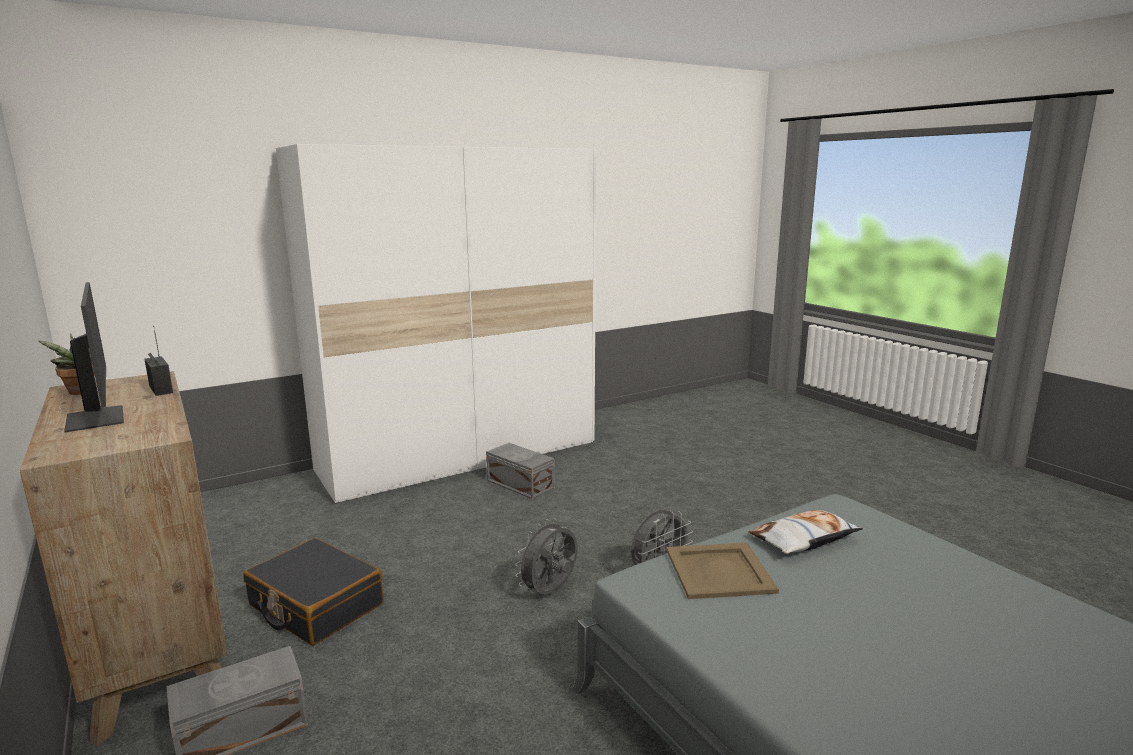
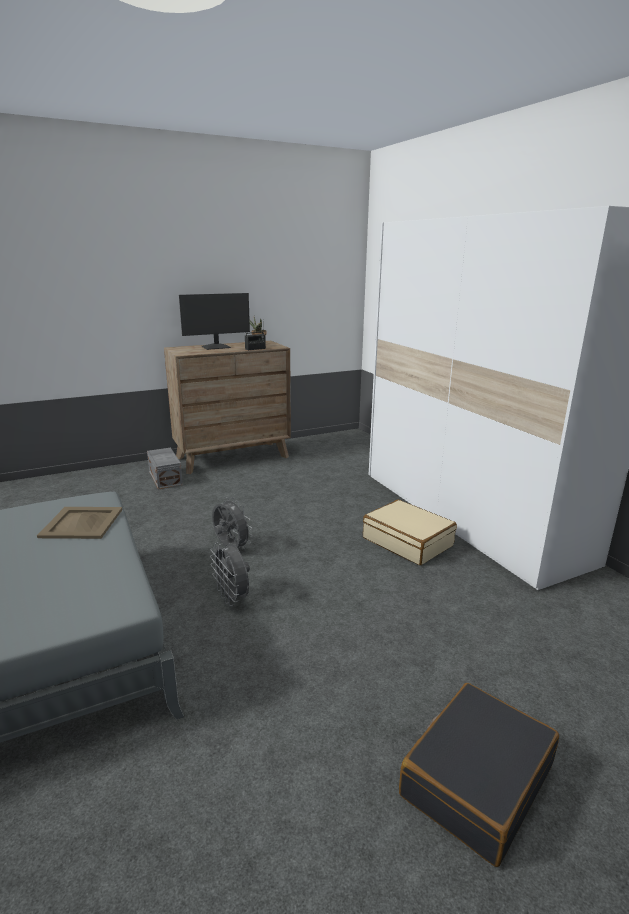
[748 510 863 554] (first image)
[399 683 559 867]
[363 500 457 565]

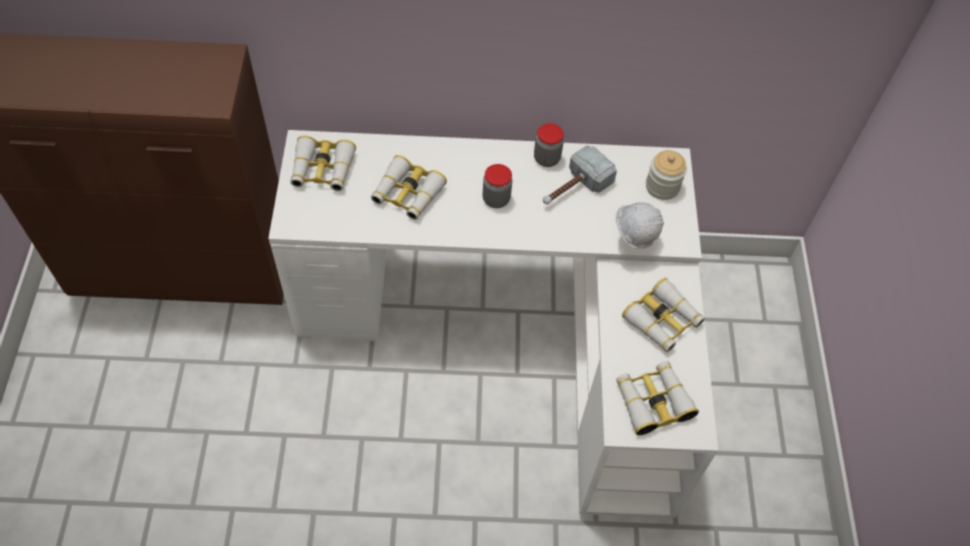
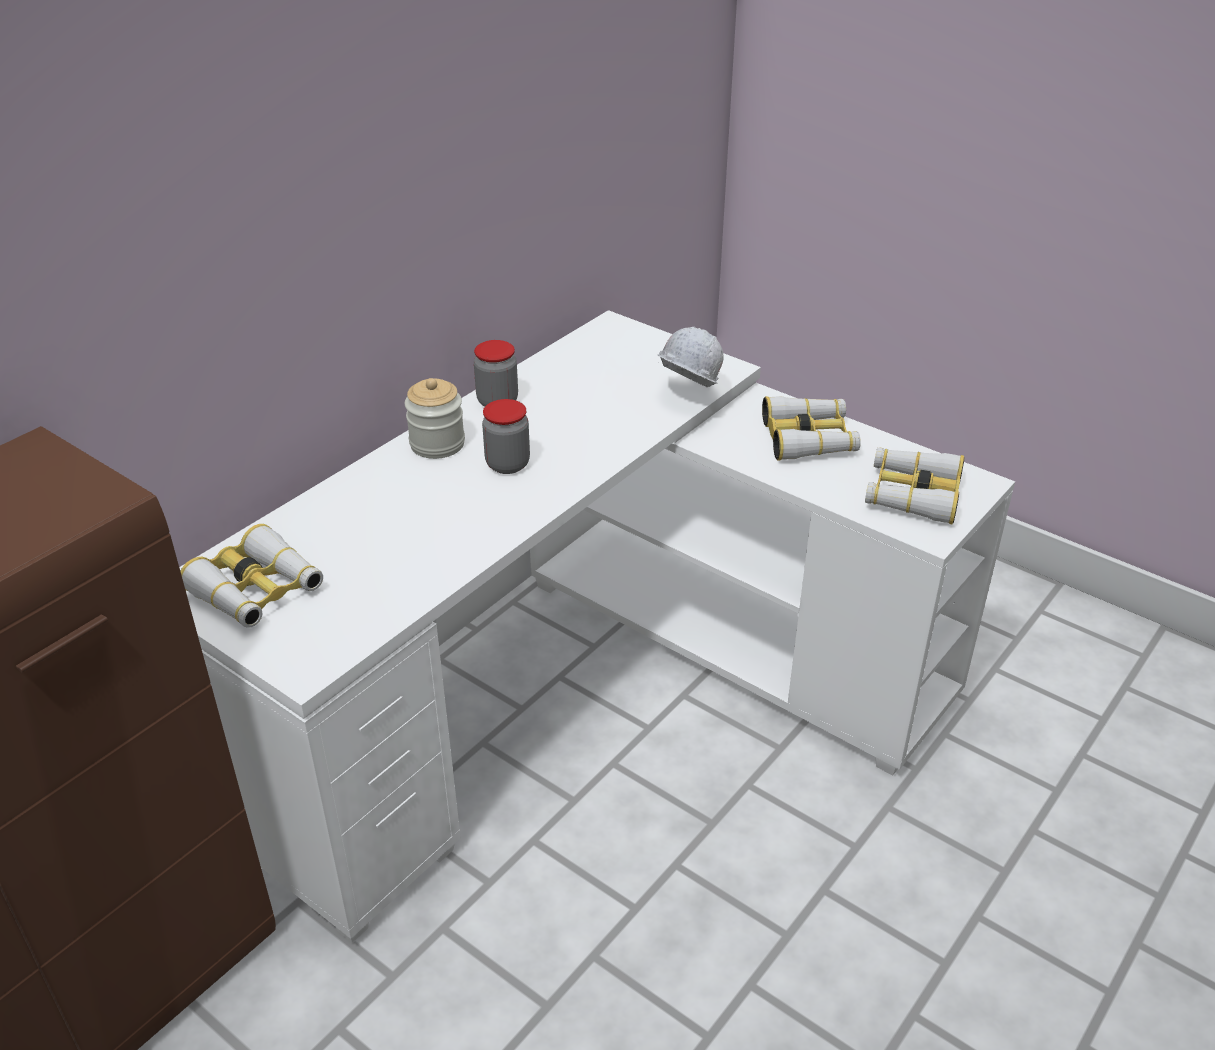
[371 155 447 220] (first image)
[543 145 617 205] (first image)
[405 378 465 459]

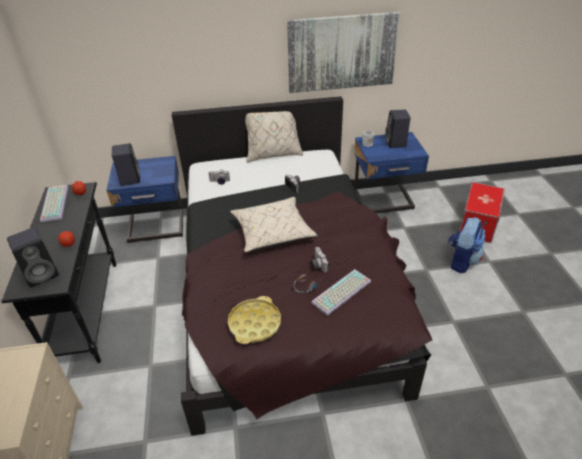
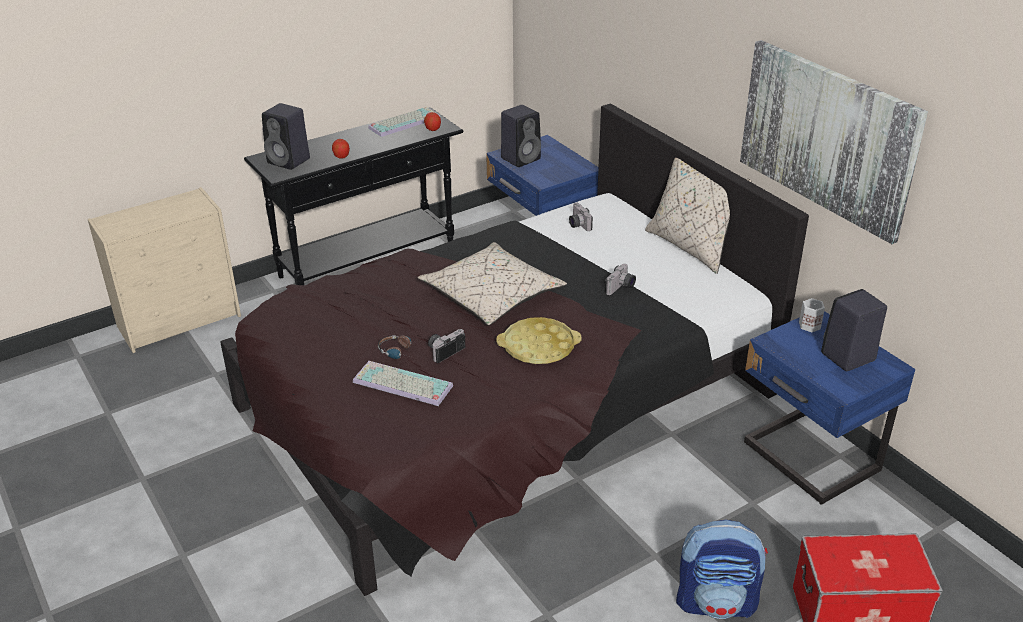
[496 317 582 364]

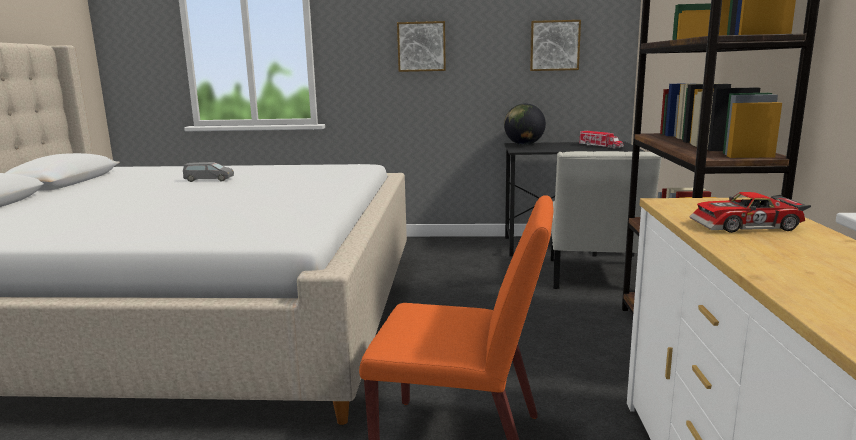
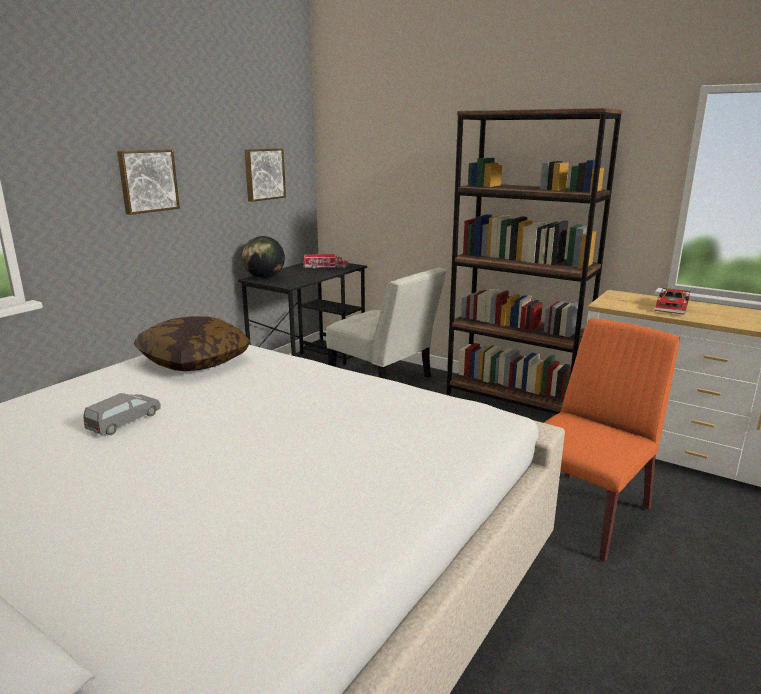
[134 316 251 371]

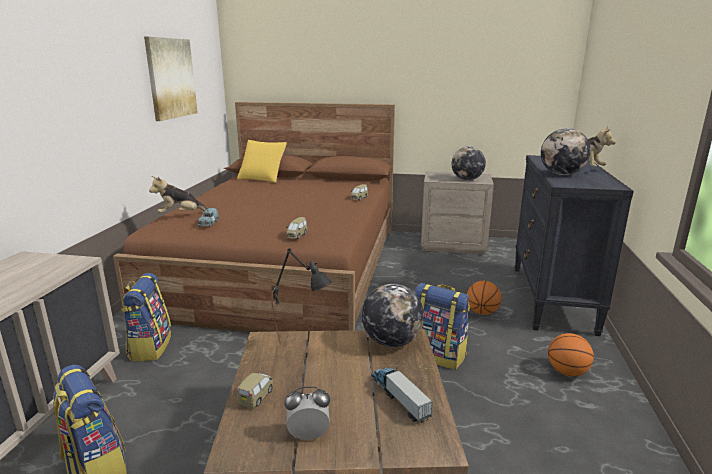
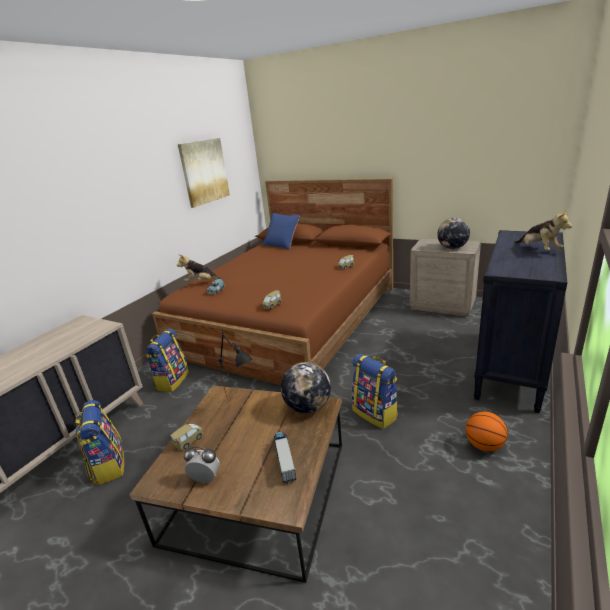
[467 281 502 315] (first image)
[541 128 591 175] (first image)
[263 213 300 250]

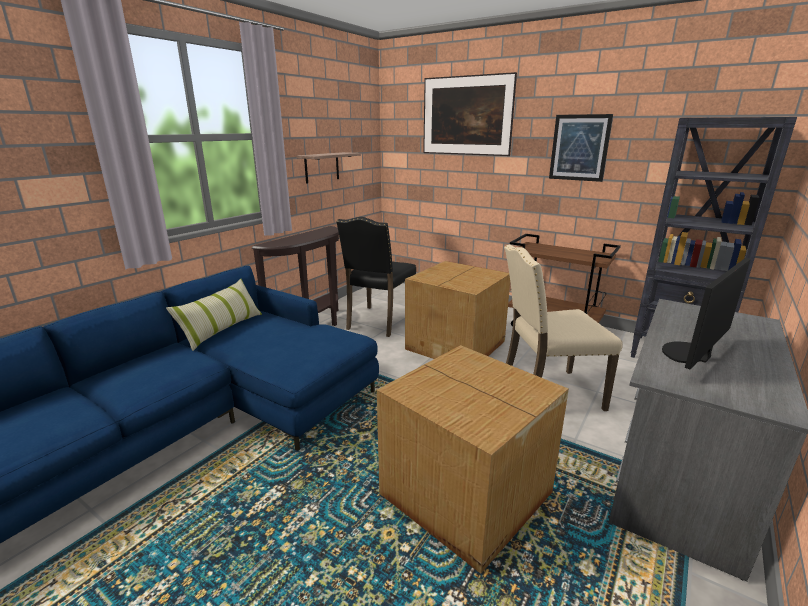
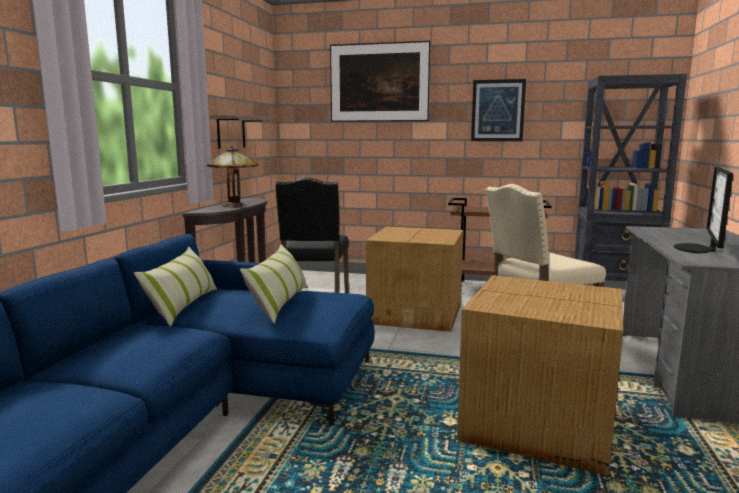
[207 146 258 207]
[240 244 308 324]

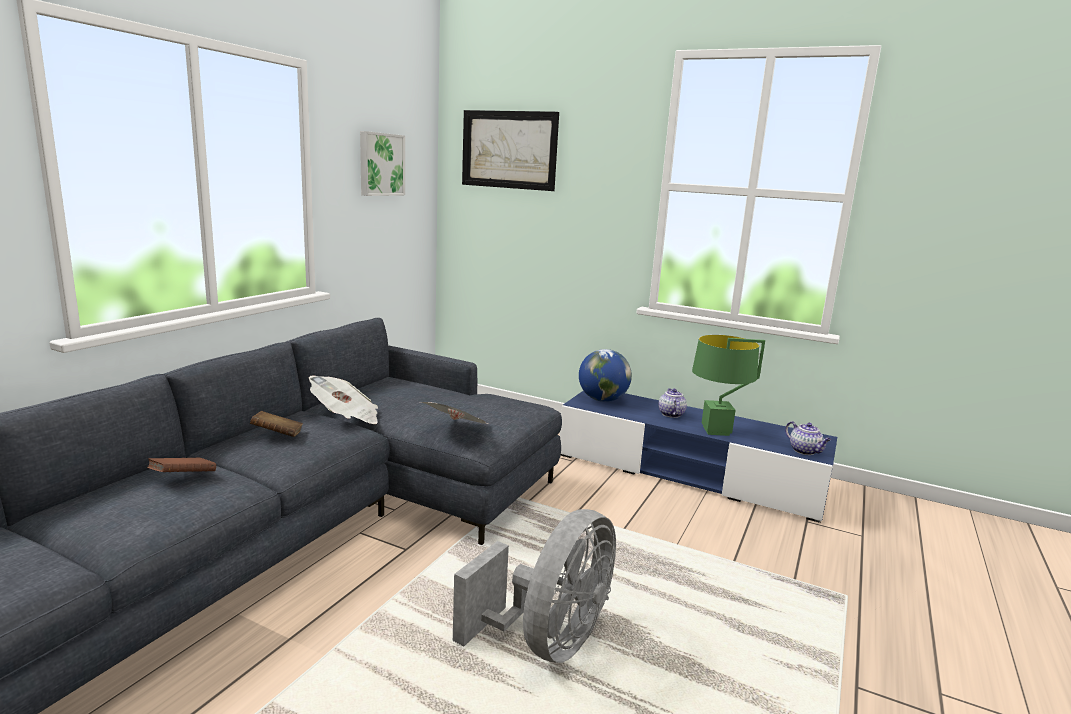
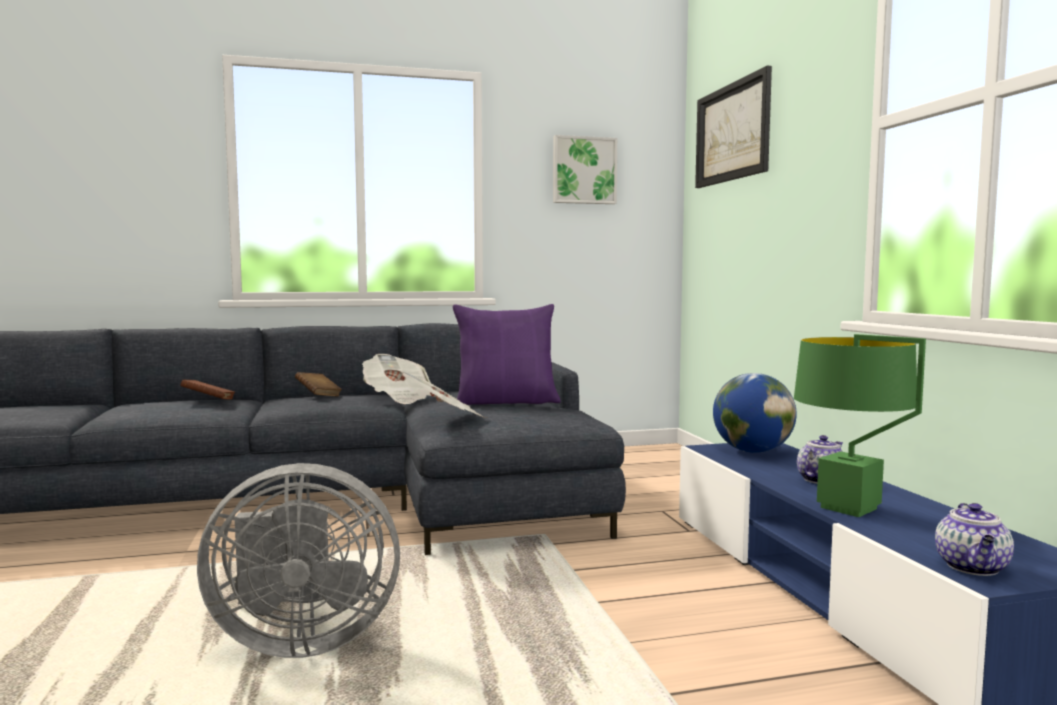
[453 304 561 405]

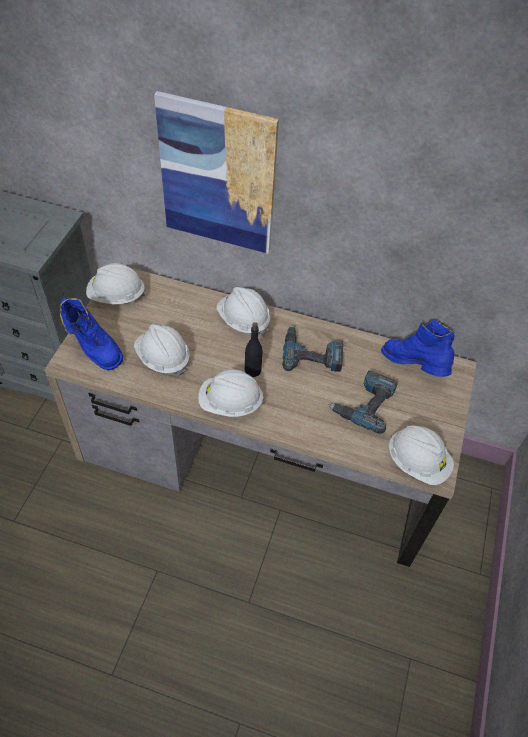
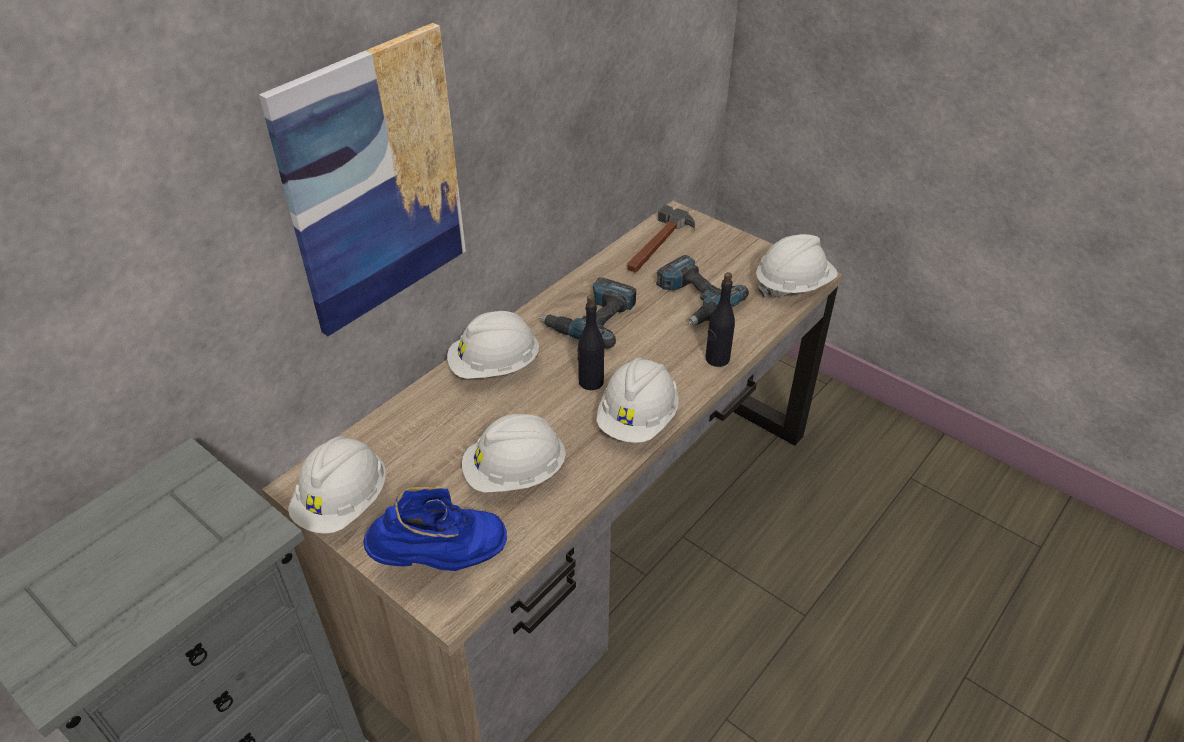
[705 272 735 367]
[627 205 695 273]

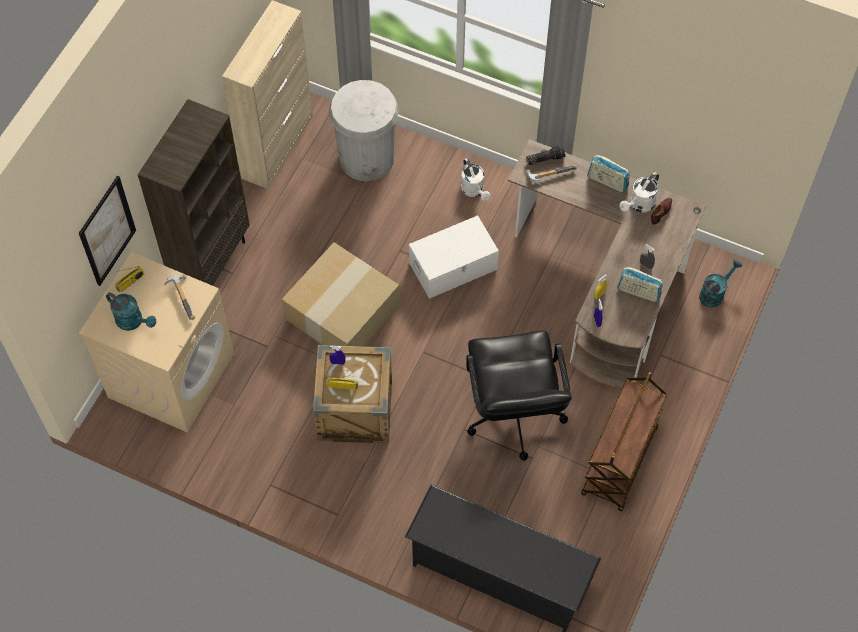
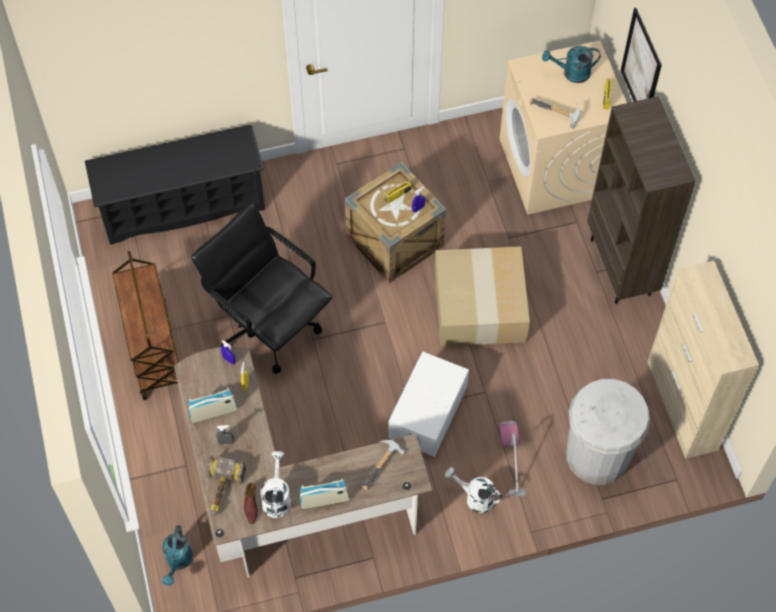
[526 145 565 165] (first image)
[206 455 246 517]
[498 421 526 497]

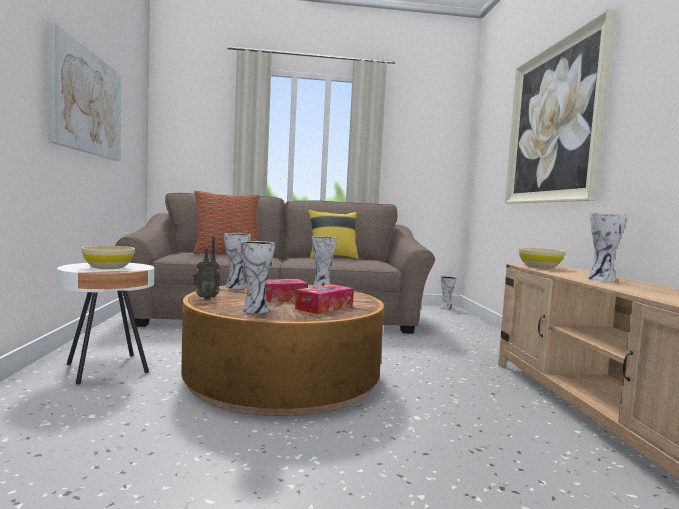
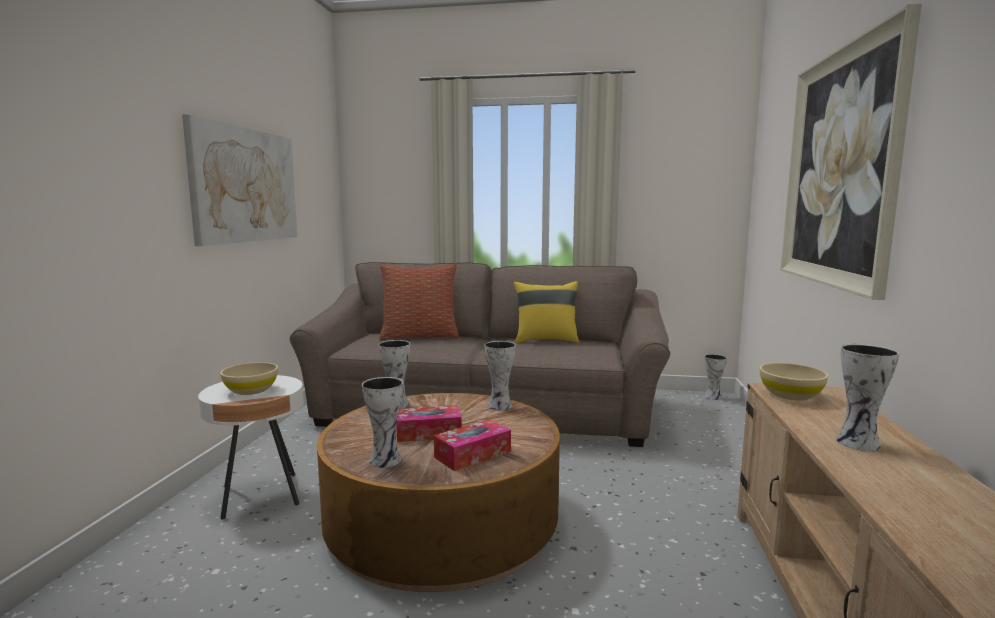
[193 237 220 299] (first image)

